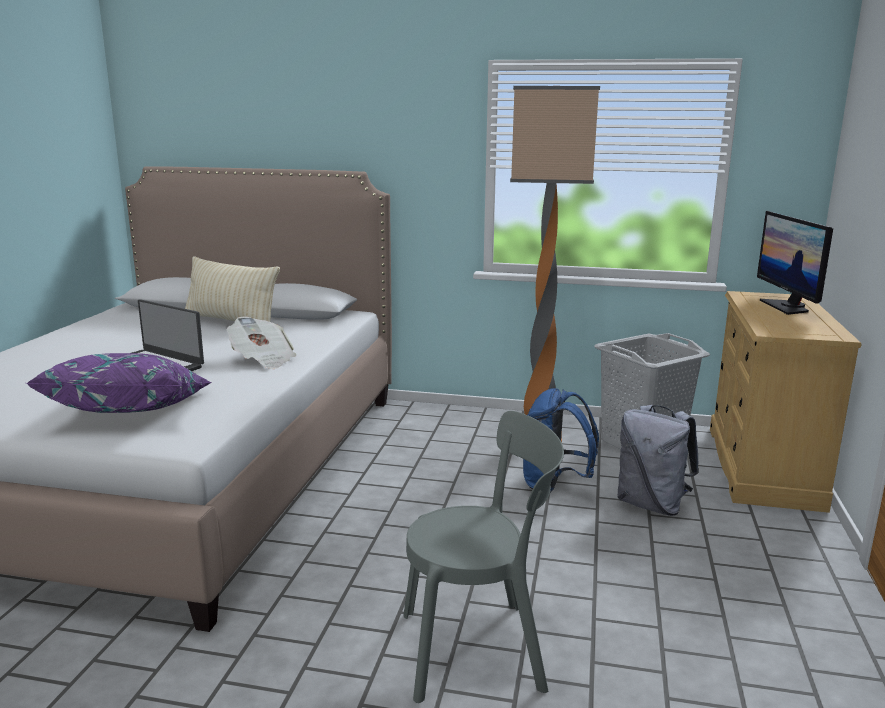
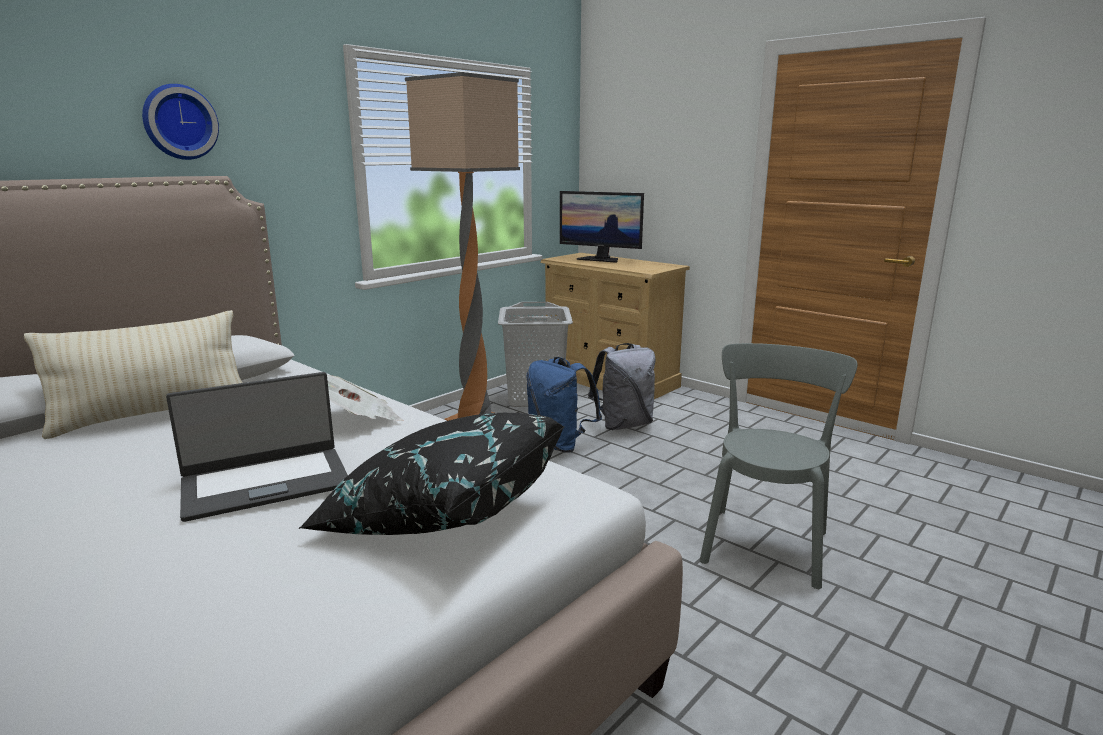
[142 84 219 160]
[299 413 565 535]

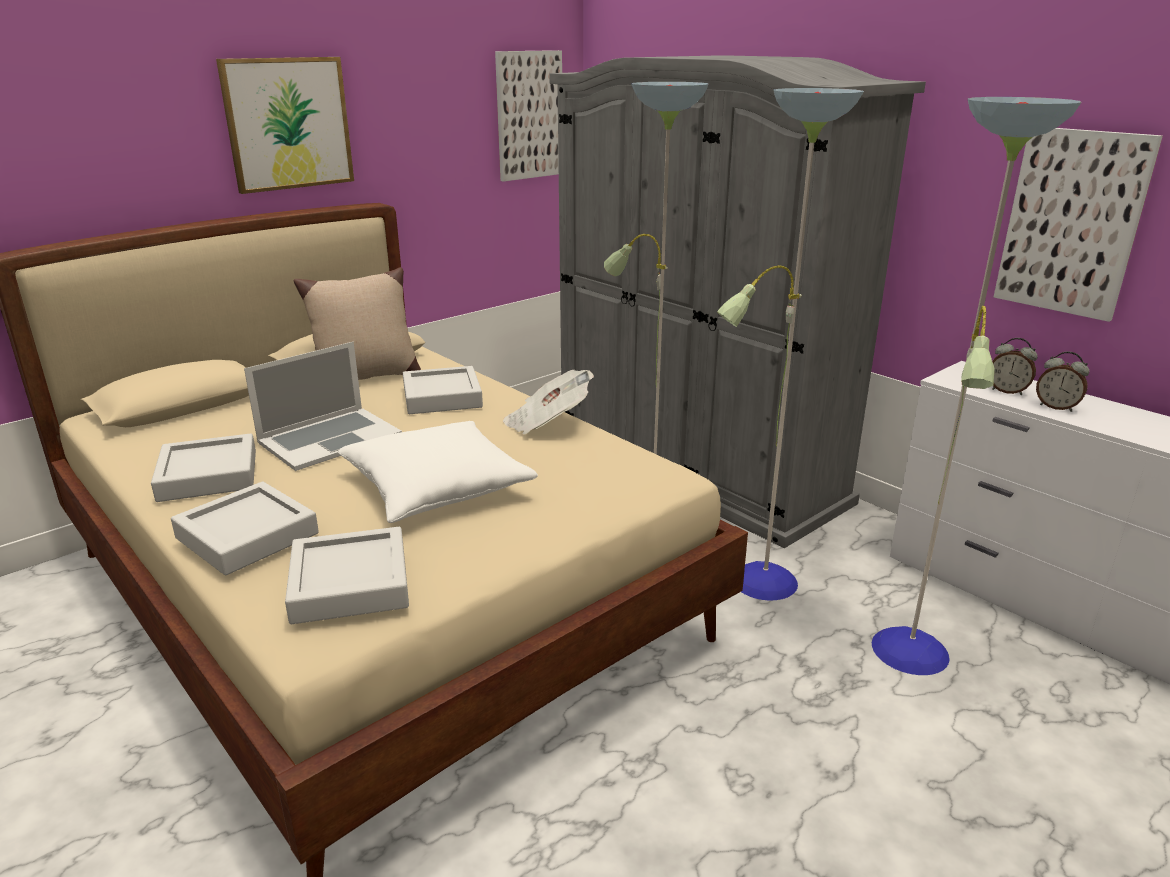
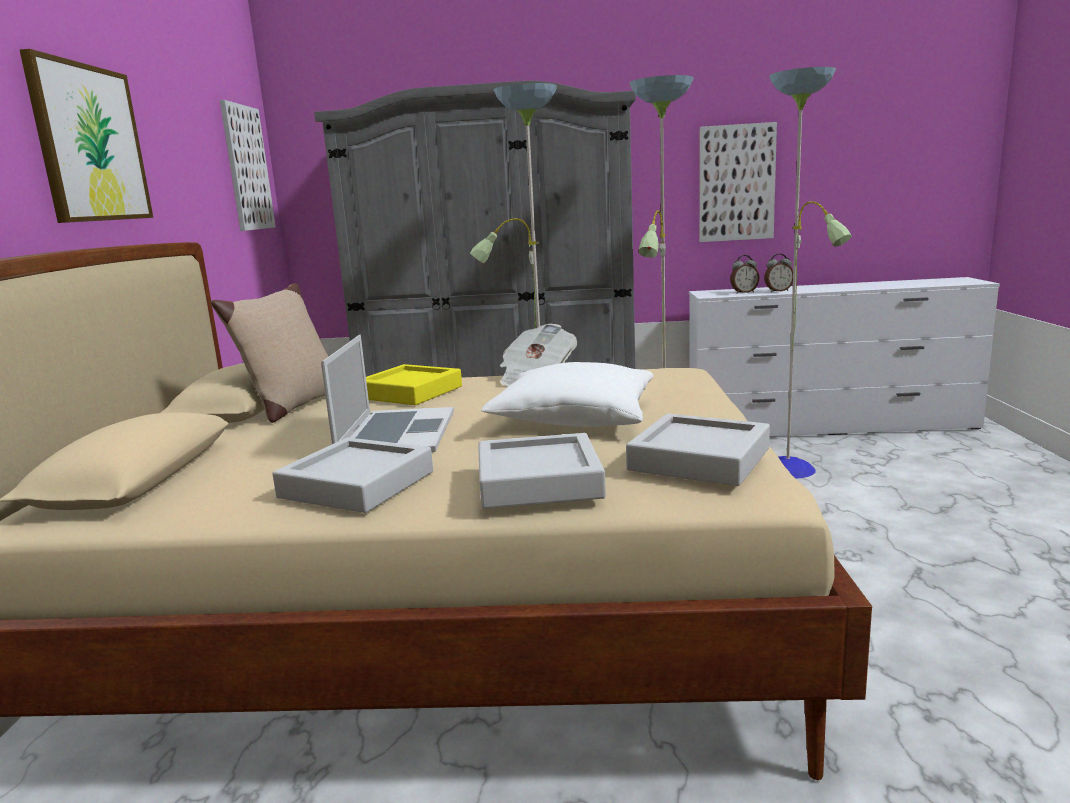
[366 364 462 405]

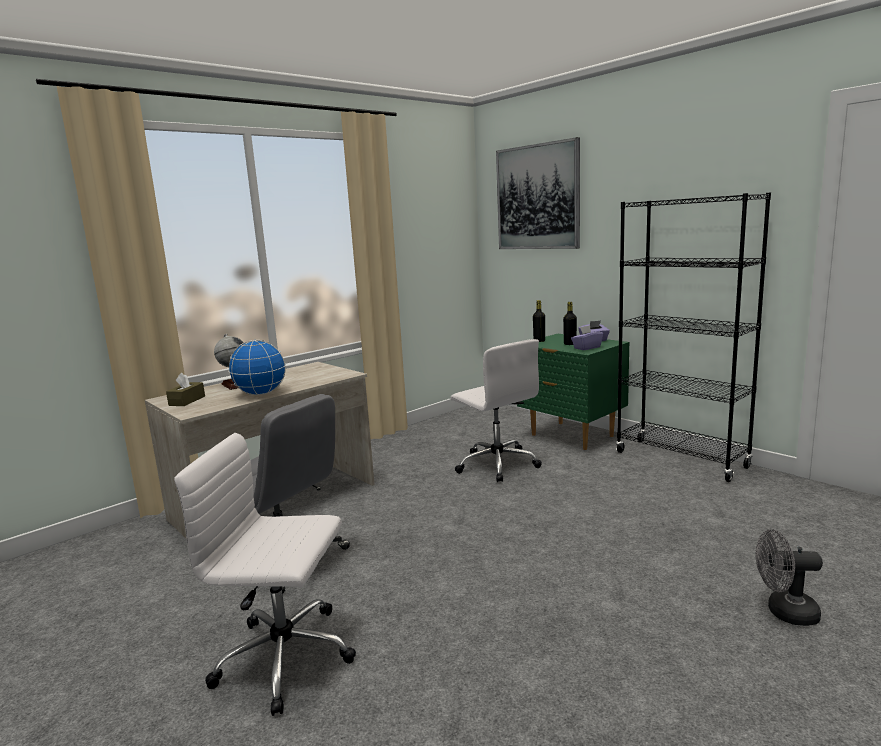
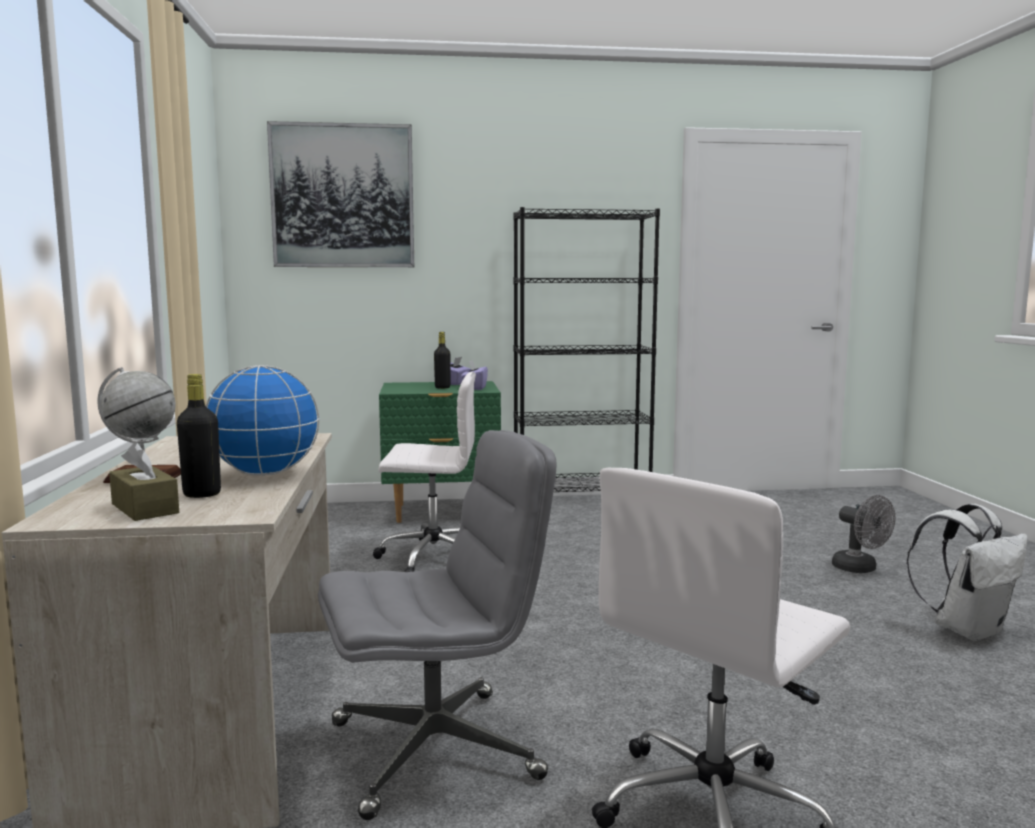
[907 504 1028 641]
[177 374 221 498]
[832 495 895 573]

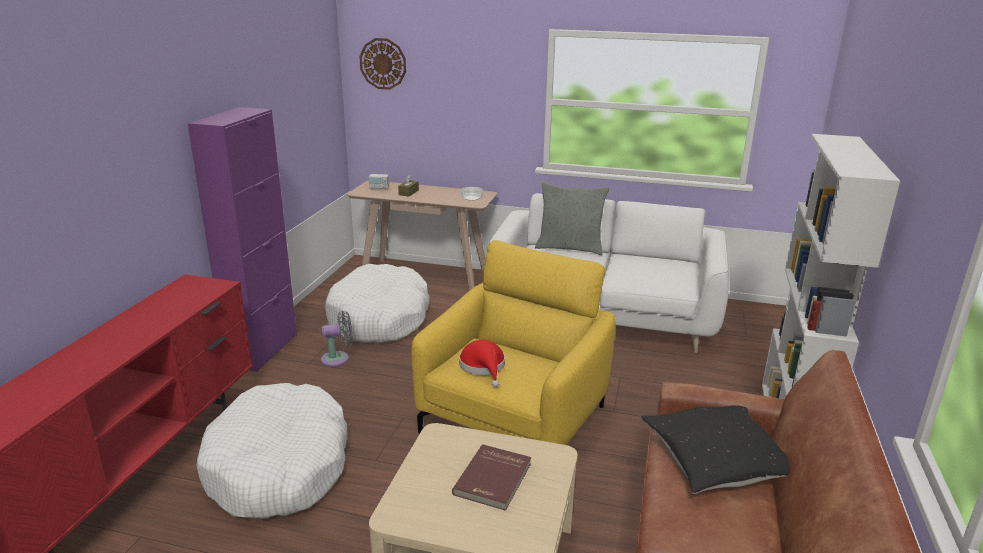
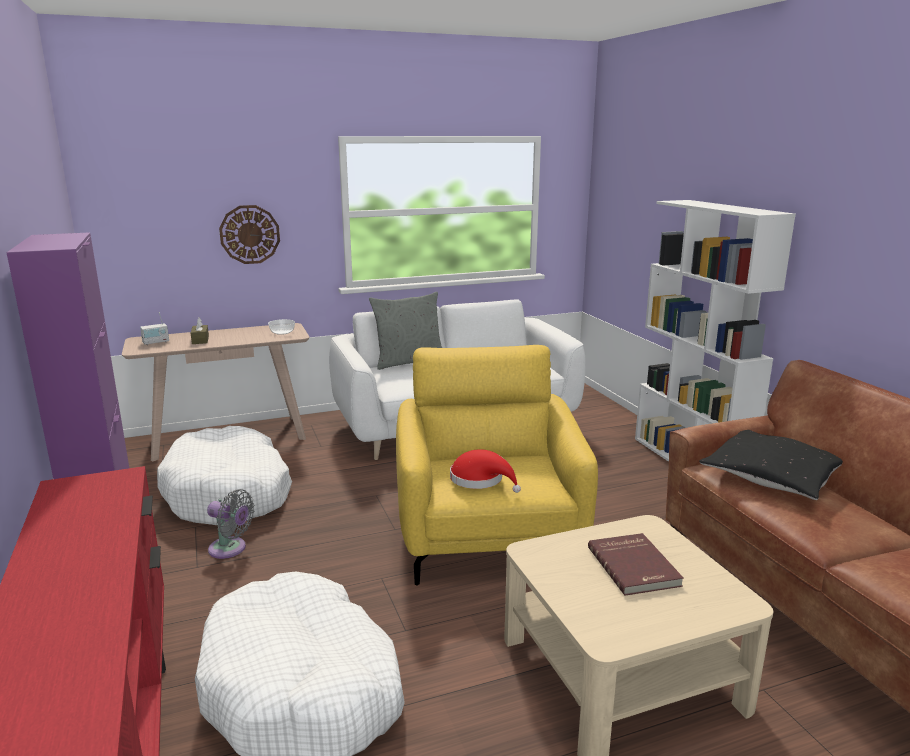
[219 205 280 264]
[207 489 254 559]

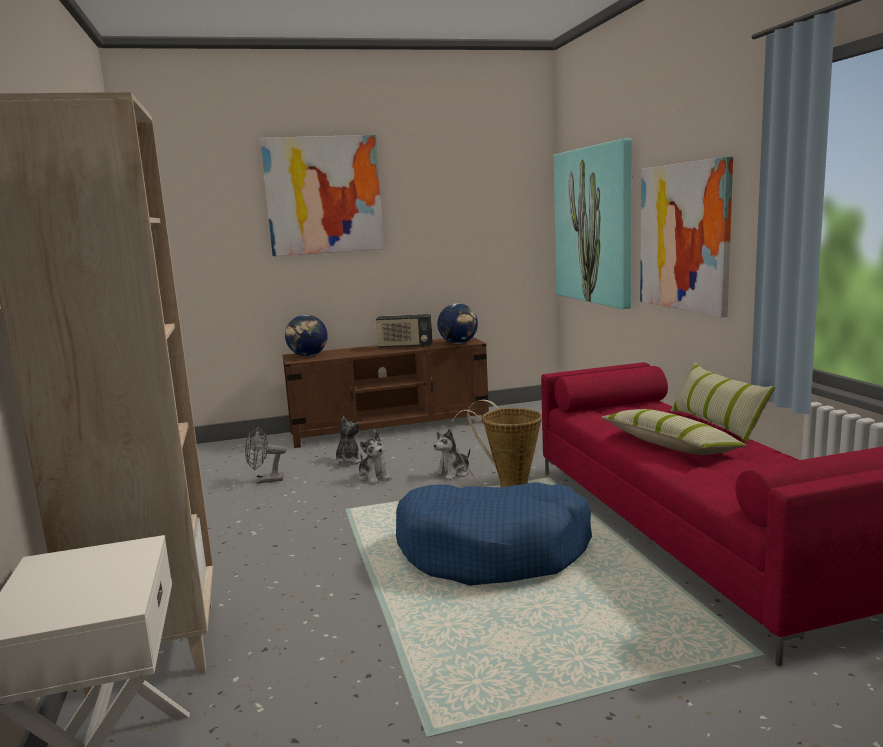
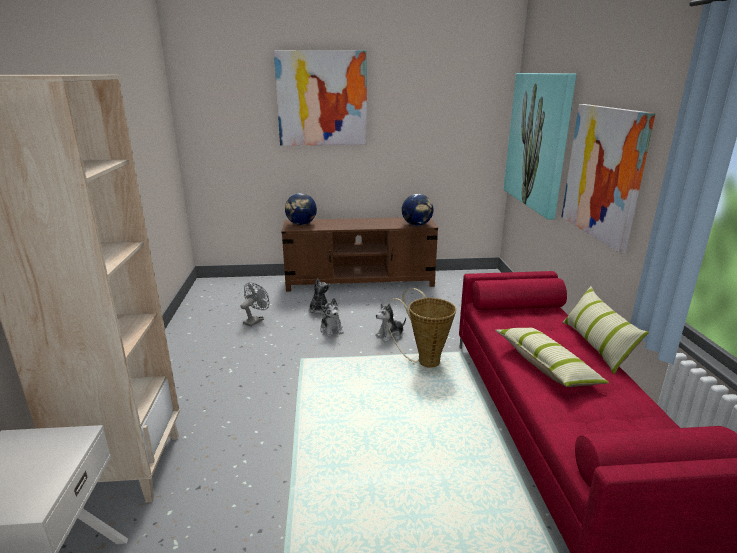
[375 314 433 349] (first image)
[396 482 592 586] (first image)
[241 282 269 327]

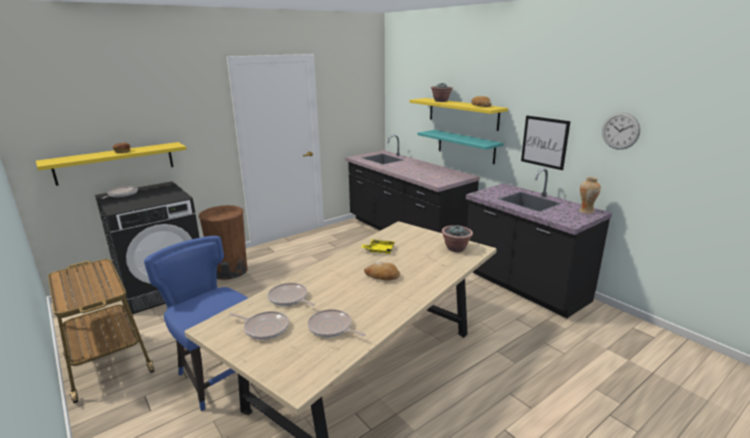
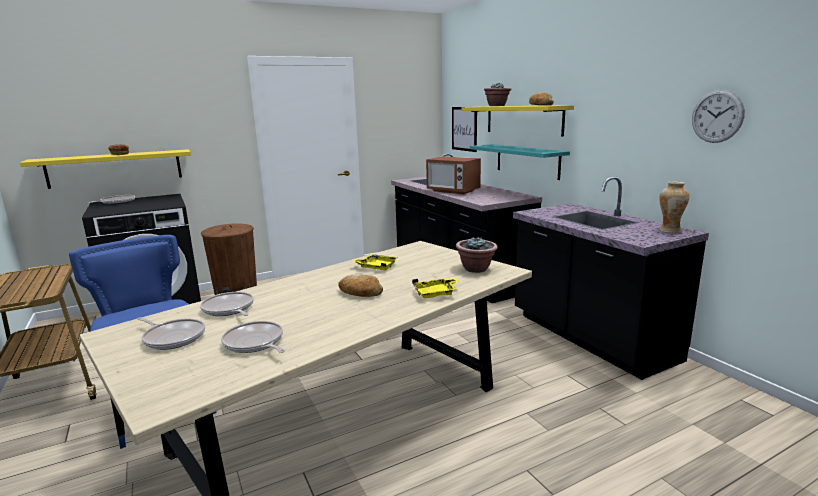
[412 278 459 298]
[426 156 481 194]
[452 107 477 152]

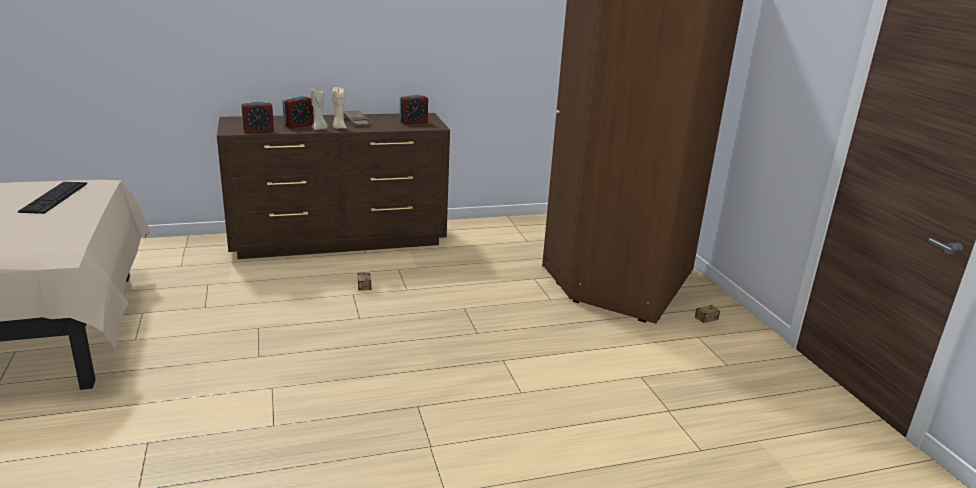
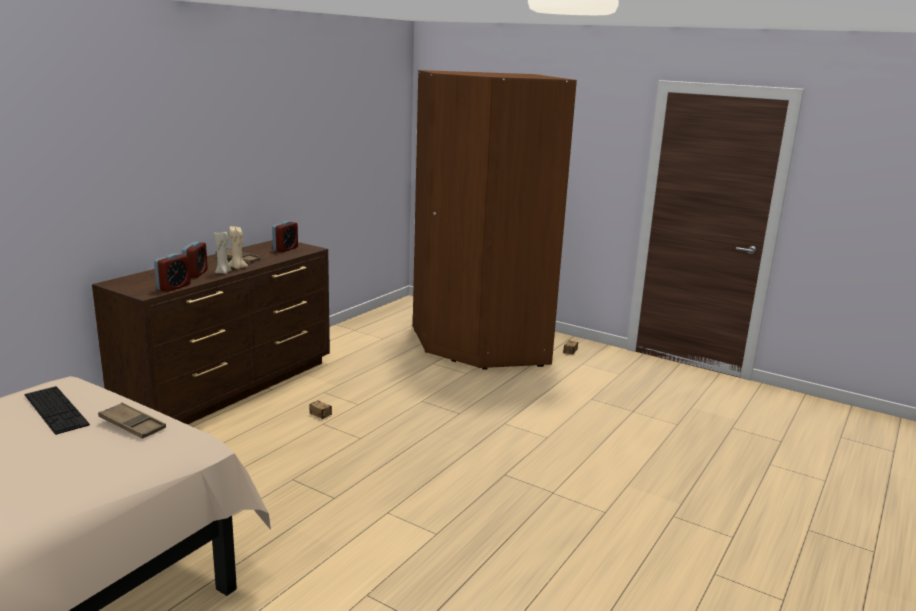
[98 402 166 439]

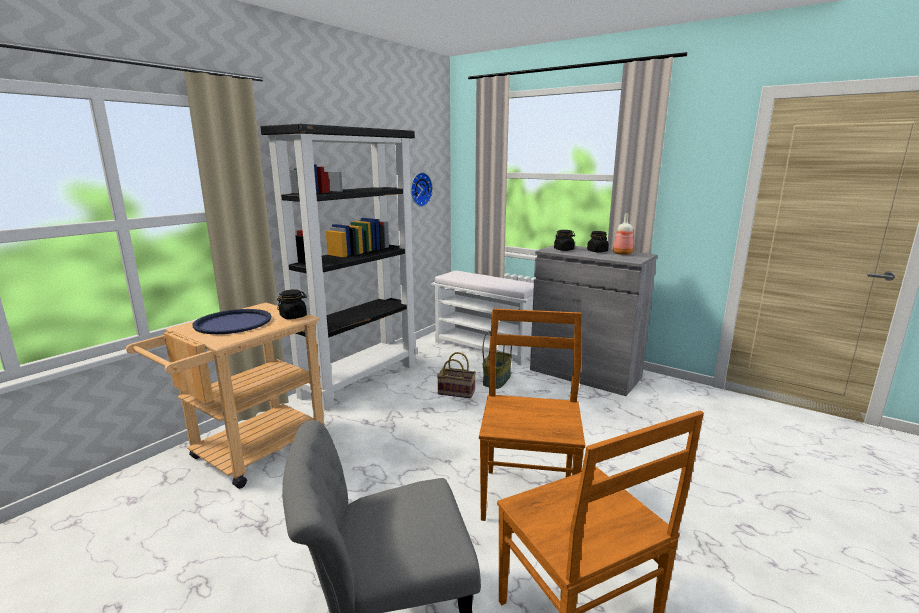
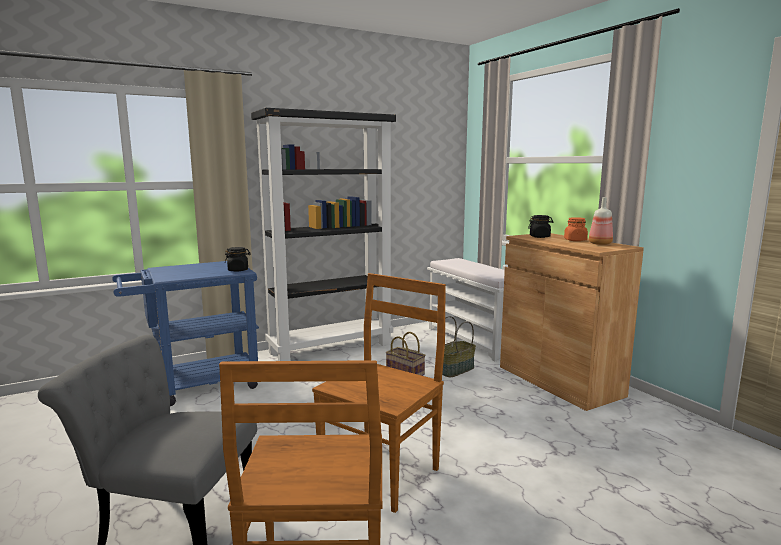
[193 309 272 334] (first image)
[411 172 433 207] (first image)
[112 261 259 406]
[500 233 644 411]
[564 217 588 241]

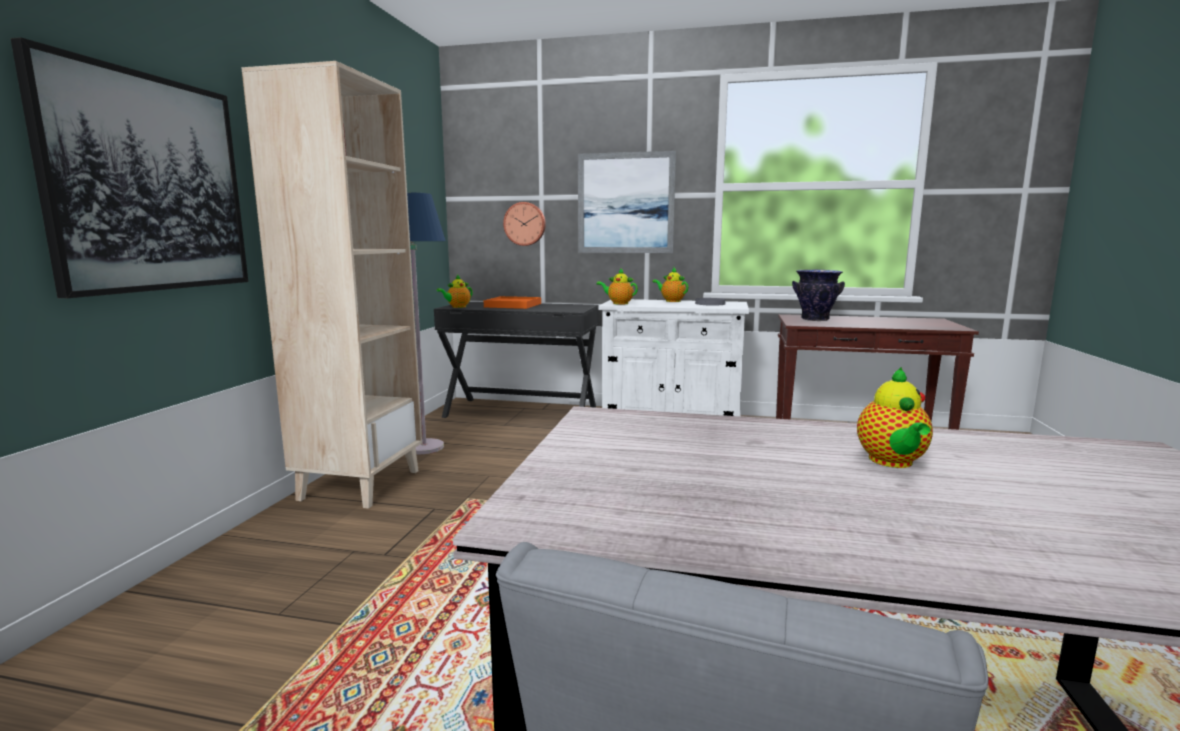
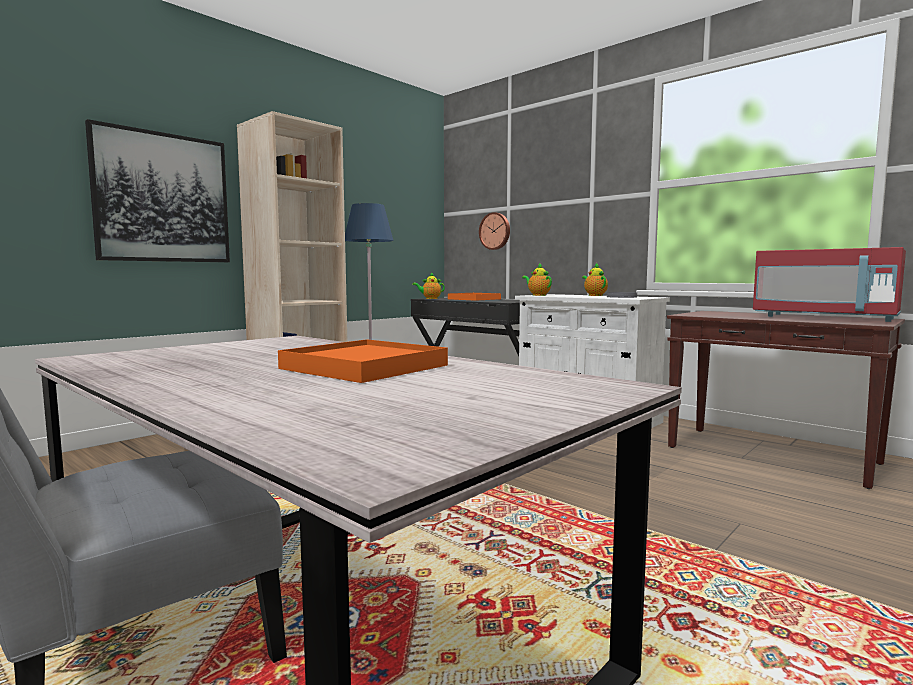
[578 151 676 253] (first image)
[792 270 845 321] (first image)
[753 247 906 322]
[278 339 448 383]

